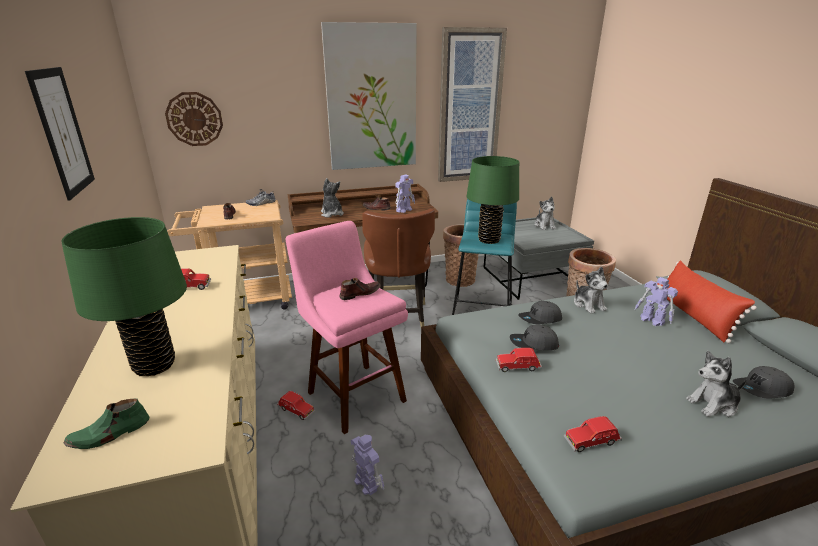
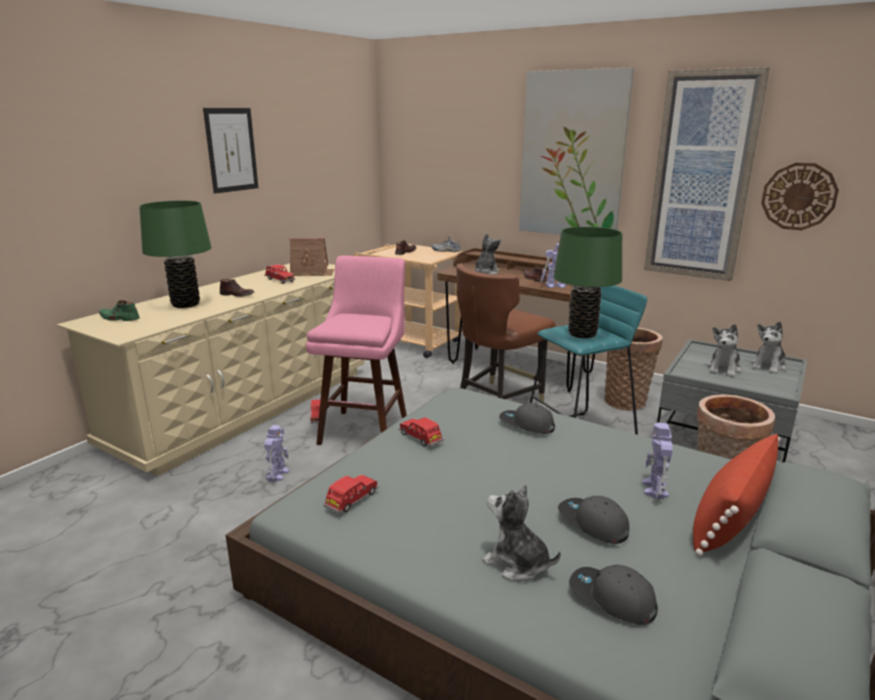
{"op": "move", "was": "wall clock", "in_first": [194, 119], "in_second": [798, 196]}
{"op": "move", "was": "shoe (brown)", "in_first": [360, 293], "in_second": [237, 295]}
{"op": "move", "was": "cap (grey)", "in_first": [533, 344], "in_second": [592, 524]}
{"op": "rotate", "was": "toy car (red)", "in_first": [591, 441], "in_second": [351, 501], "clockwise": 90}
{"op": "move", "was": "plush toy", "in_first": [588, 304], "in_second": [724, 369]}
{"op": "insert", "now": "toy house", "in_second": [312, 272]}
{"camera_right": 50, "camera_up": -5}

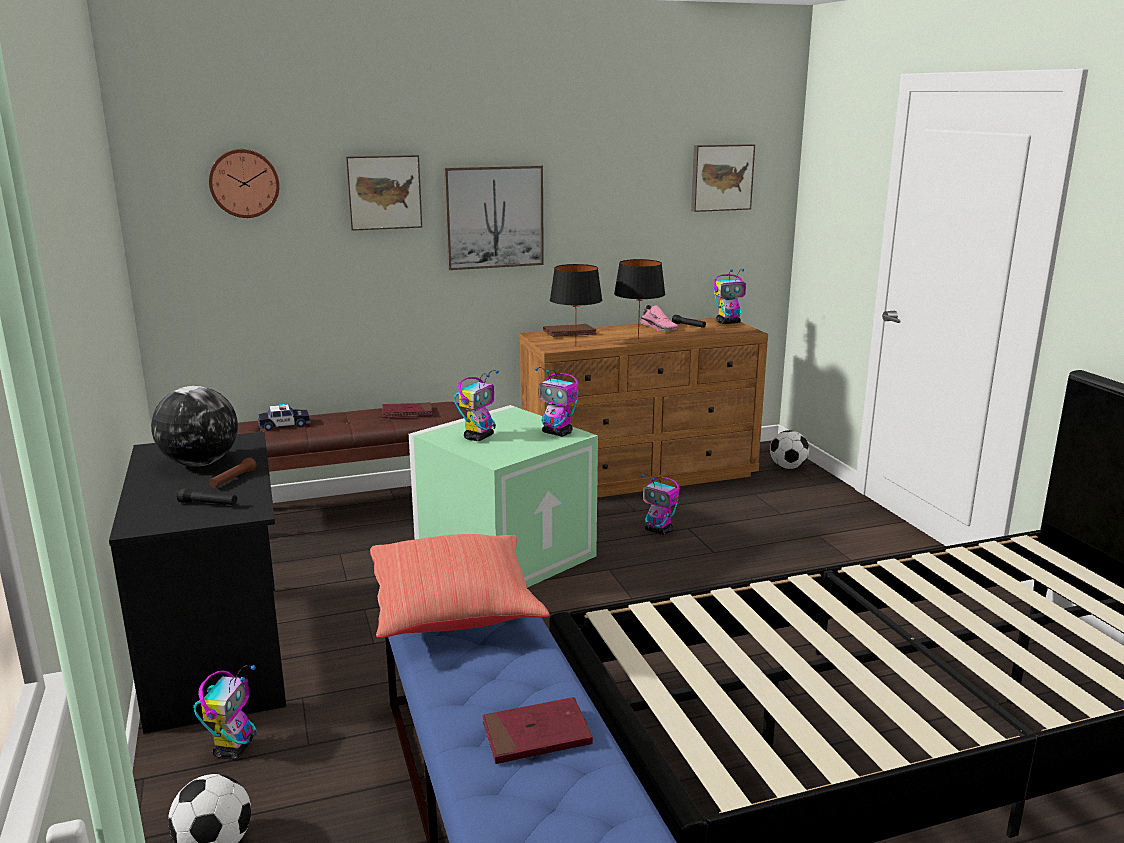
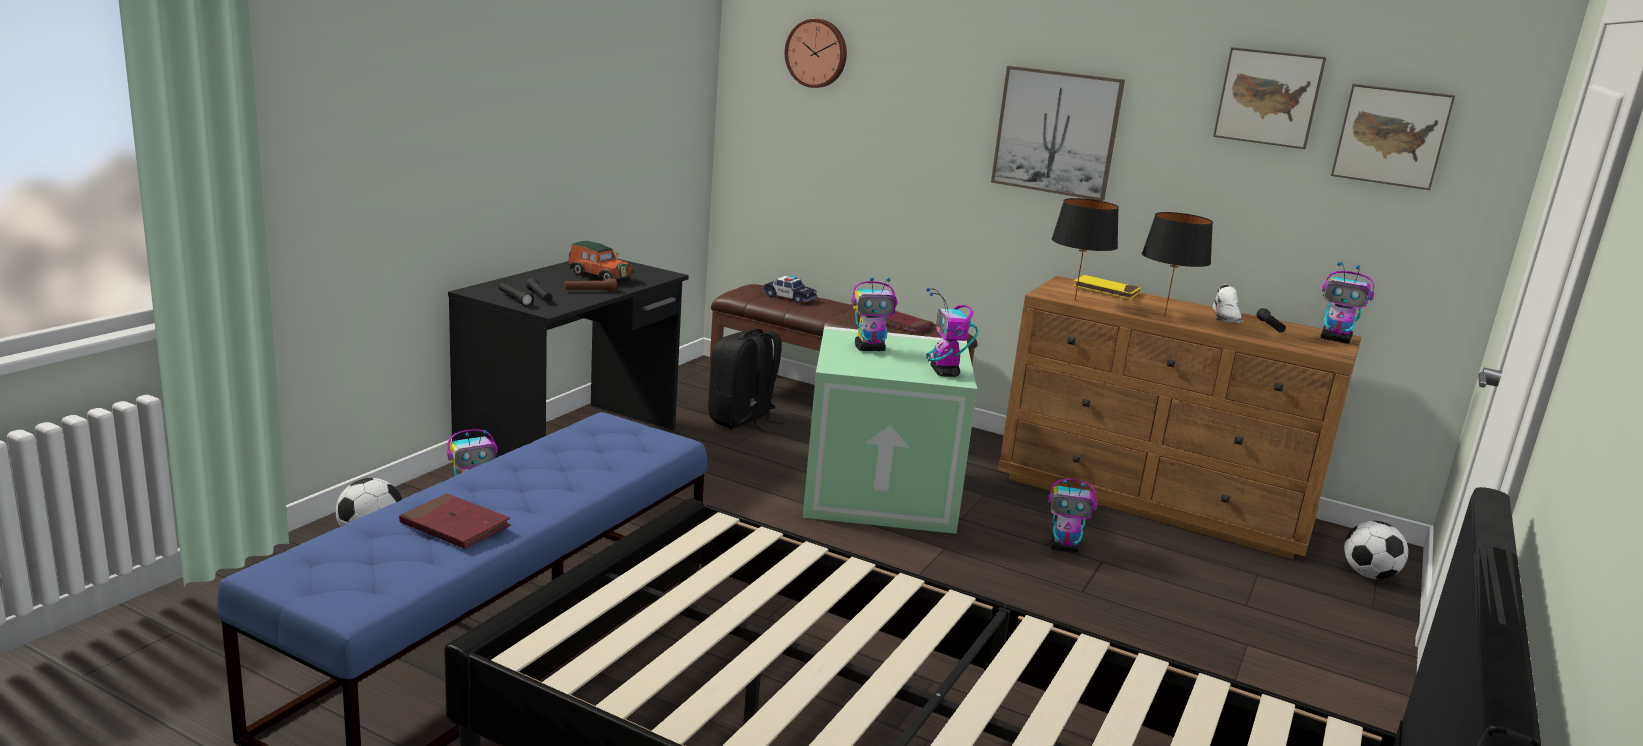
{"op": "replace", "was": "globe", "now": "toy car", "in_first": [199, 463], "in_second": [599, 276]}
{"op": "move", "was": "picture", "in_first": [383, 192], "in_second": [1269, 97]}
{"op": "delete", "was": "pillow (red)", "in_first": [455, 612]}
{"op": "recolor", "was": "book (brown)", "now": "book (yellow)", "in_first": [569, 333], "in_second": [1106, 290]}
{"op": "recolor", "was": "shoe (pink)", "now": "shoe (white)", "in_first": [660, 328], "in_second": [1226, 317]}
{"op": "rotate", "was": "toy robot", "in_first": [659, 531], "in_second": [1064, 548], "clockwise": -75}
{"op": "insert", "now": "flashlight (black)", "in_second": [515, 299]}
{"op": "insert", "now": "backpack (black)", "in_second": [742, 420]}
{"camera_right": 45, "camera_up": 0}

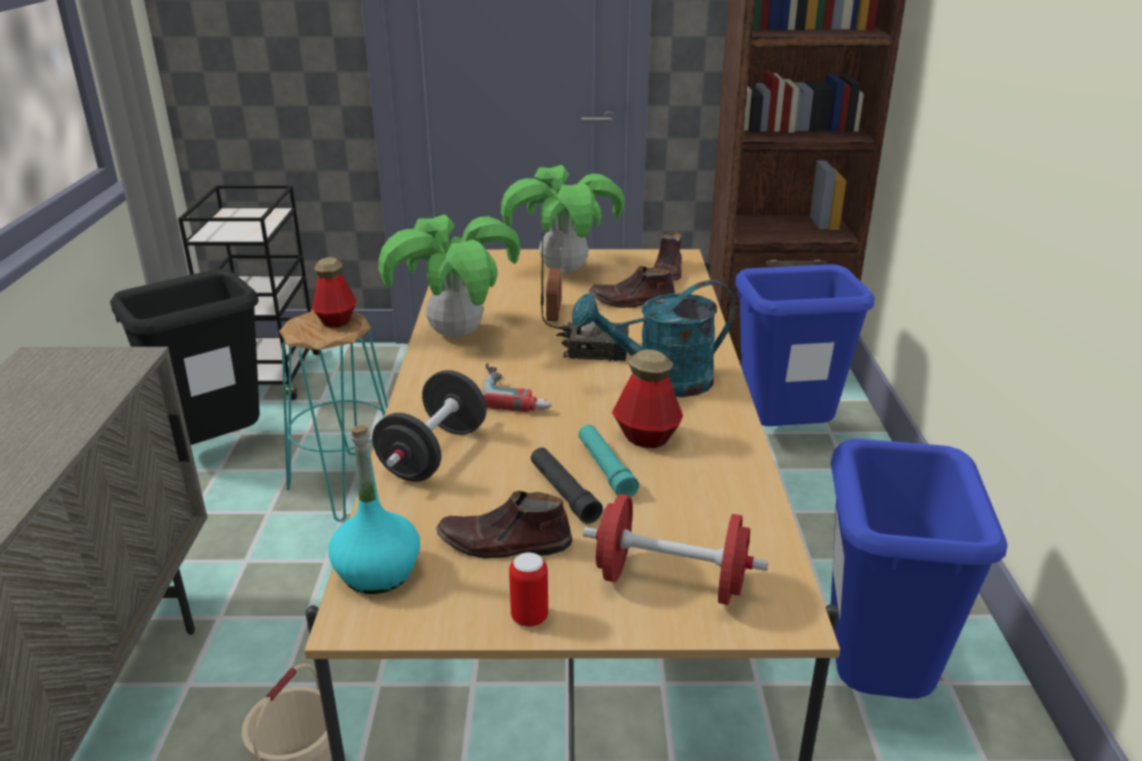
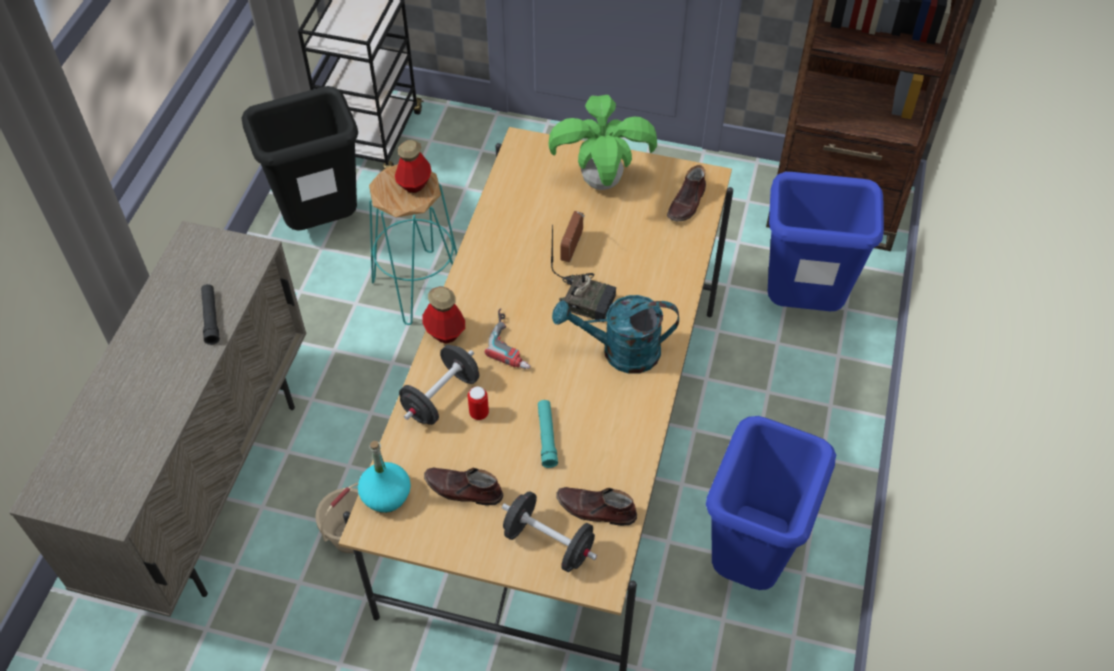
{"op": "delete", "was": "potted plant", "in_first": [456, 333]}
{"op": "move", "was": "can", "in_first": [529, 617], "in_second": [479, 413]}
{"op": "move", "was": "flashlight (black)", "in_first": [564, 493], "in_second": [211, 318]}
{"op": "recolor", "was": "dumbbell (red)", "now": "dumbbell (black)", "in_first": [671, 582], "in_second": [549, 543]}
{"op": "move", "was": "shoe (brown)", "in_first": [631, 302], "in_second": [596, 509]}
{"op": "move", "was": "bottle", "in_first": [646, 437], "in_second": [445, 332]}
{"camera_right": 15, "camera_up": 25}

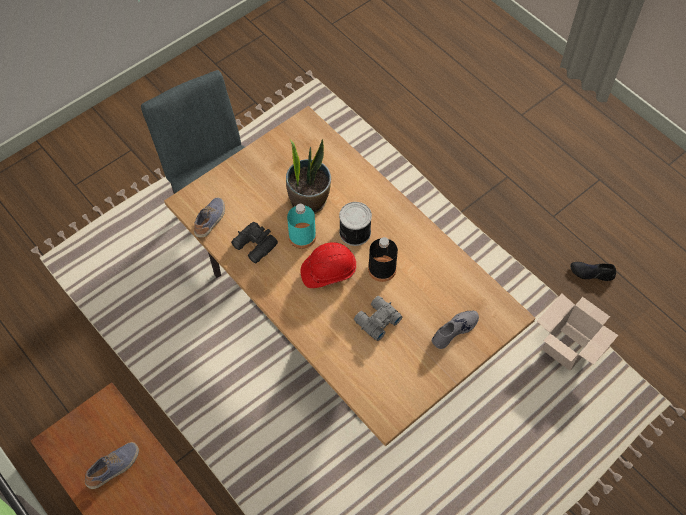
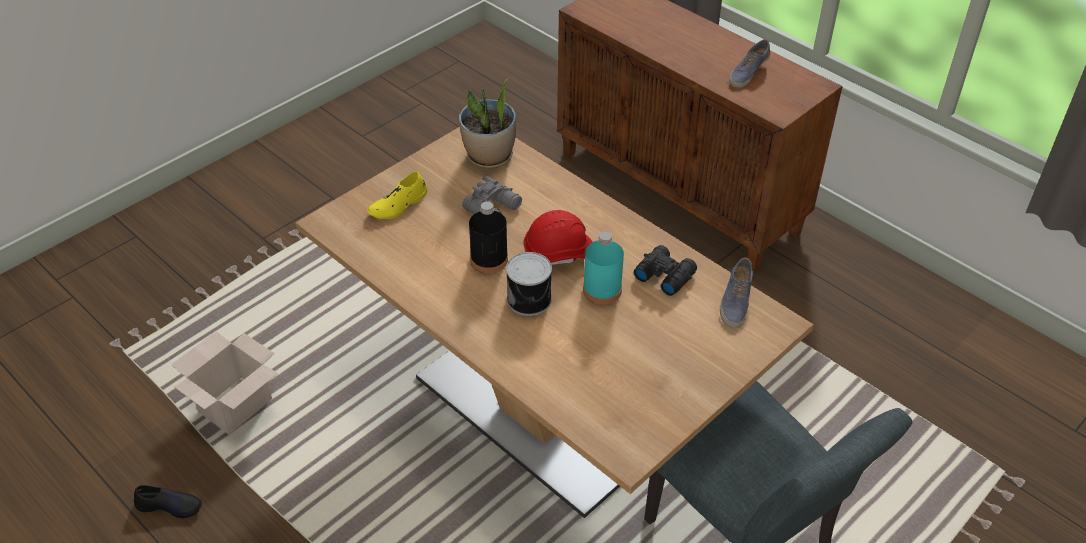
{"op": "move", "was": "potted plant", "in_first": [309, 200], "in_second": [489, 157]}
{"op": "recolor", "was": "shoe (grey)", "now": "shoe (yellow)", "in_first": [454, 330], "in_second": [398, 205]}
{"camera_right": 175, "camera_up": -15}

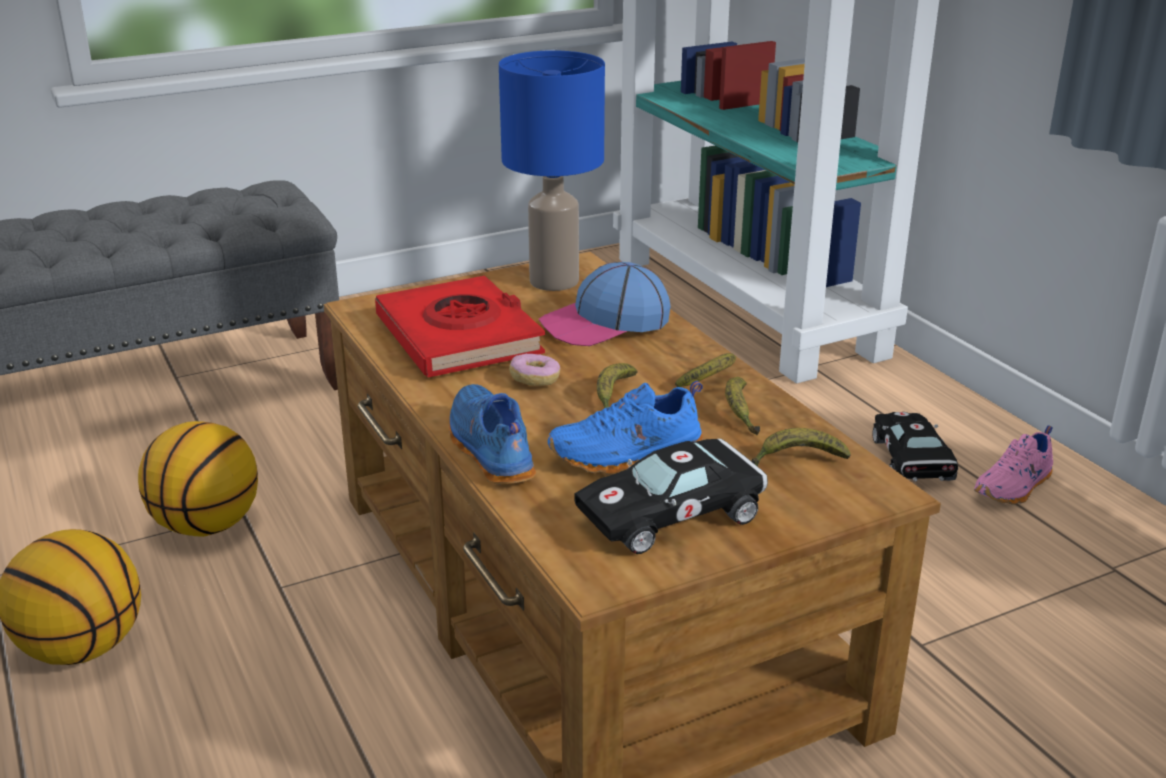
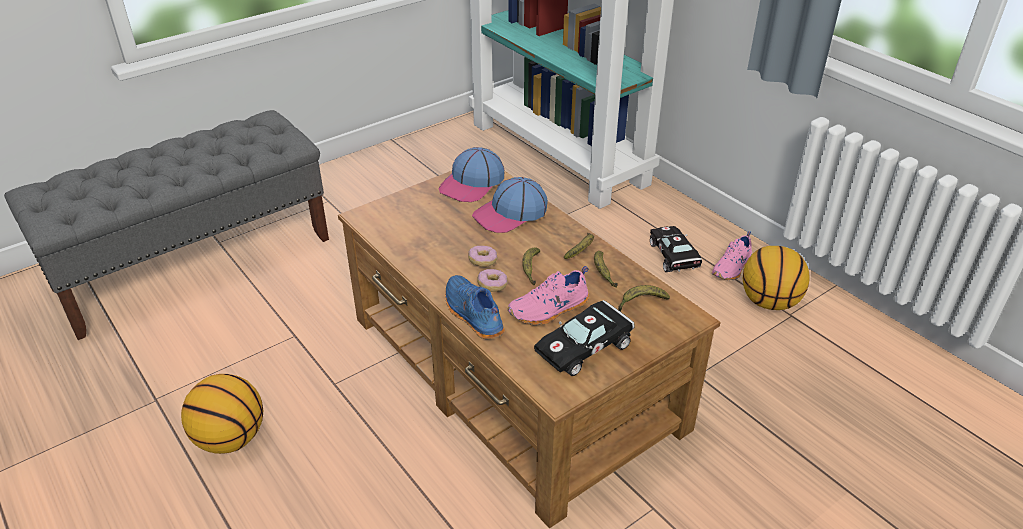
{"op": "move", "was": "basketball", "in_first": [206, 525], "in_second": [769, 302]}
{"op": "delete", "was": "book (red)", "in_first": [459, 337]}
{"op": "replace", "was": "table lamp (blue)", "now": "cap", "in_first": [556, 281], "in_second": [472, 184]}
{"op": "recolor", "was": "shoe (blue)", "now": "shoe (pink)", "in_first": [627, 456], "in_second": [549, 310]}
{"op": "insert", "now": "donut", "in_second": [492, 285]}
{"camera_right": -10, "camera_up": 10}

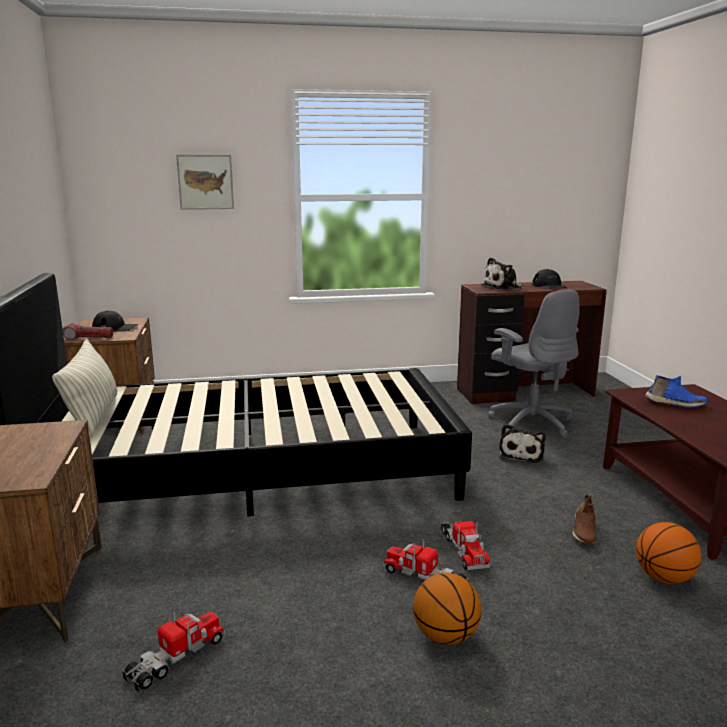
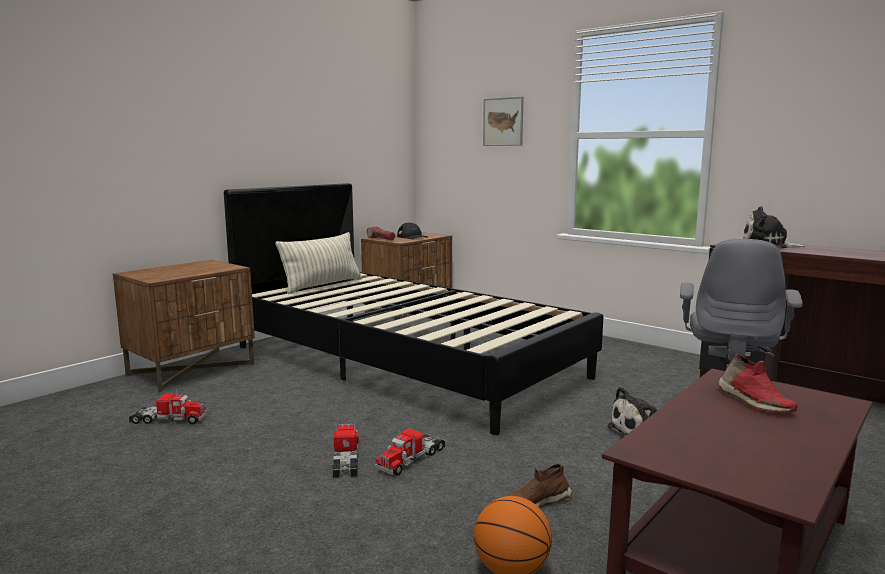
{"op": "delete", "was": "basketball", "in_first": [445, 636]}
{"op": "delete", "was": "cap (black)", "in_first": [549, 286]}
{"op": "recolor", "was": "shoe (blue)", "now": "shoe (red)", "in_first": [674, 404], "in_second": [753, 402]}
{"camera_right": 50, "camera_up": -5}

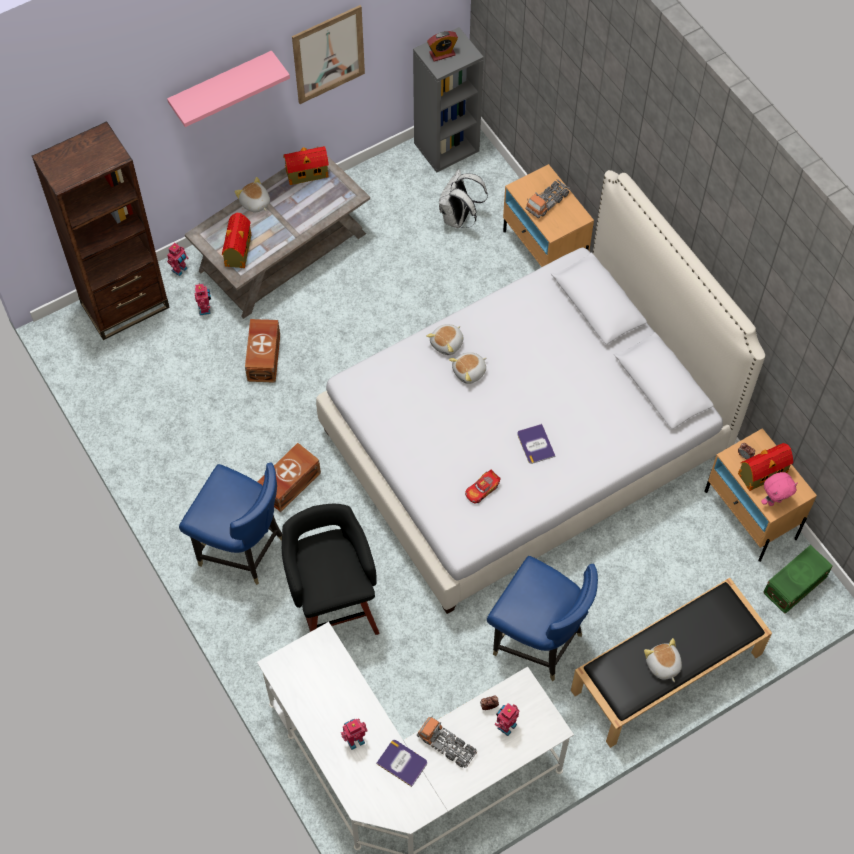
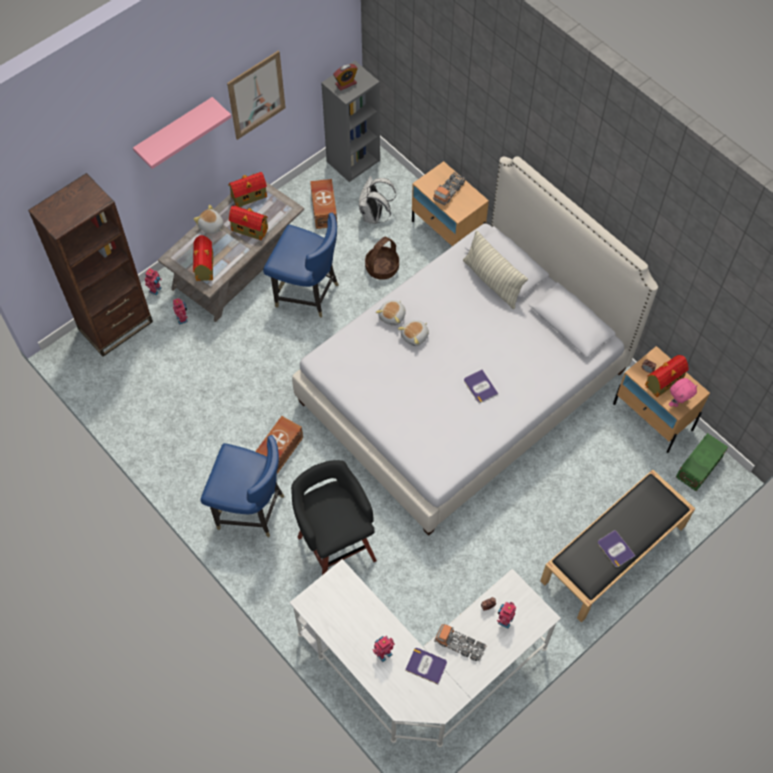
{"op": "move", "was": "storage box (brown)", "in_first": [265, 357], "in_second": [324, 209]}
{"op": "delete", "was": "toy car", "in_first": [482, 490]}
{"op": "move", "was": "chair (blue)", "in_first": [538, 641], "in_second": [307, 293]}
{"op": "replace", "was": "plush toy", "now": "book", "in_first": [662, 665], "in_second": [615, 549]}
{"op": "insert", "now": "toy house", "in_second": [249, 229]}
{"op": "insert", "now": "basket", "in_second": [382, 267]}
{"op": "insert", "now": "pillow", "in_second": [492, 281]}
{"camera_right": -10, "camera_up": 0}

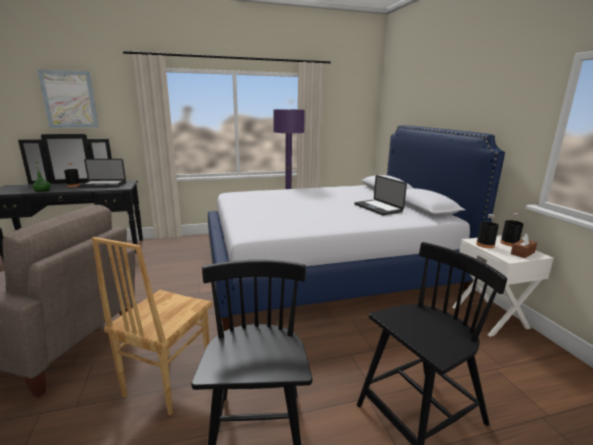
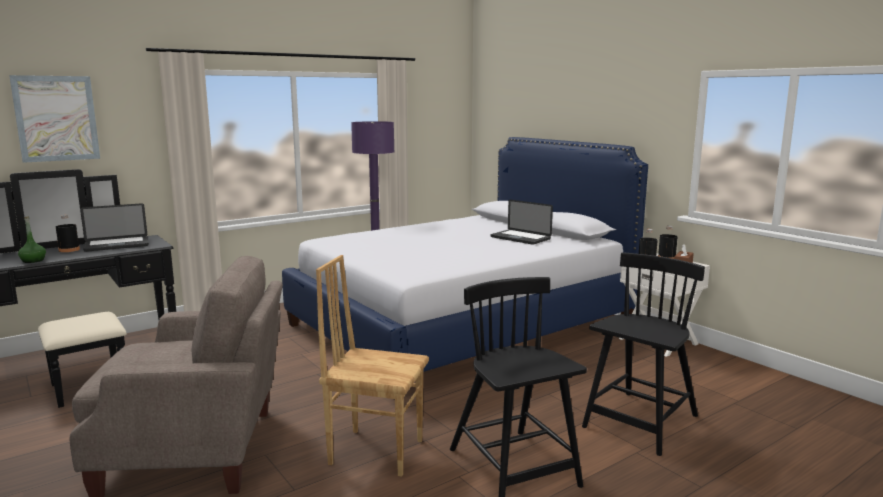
{"op": "rotate", "was": "chair (brown)", "in_first": [167, 382], "in_second": [376, 451], "clockwise": 105}
{"camera_right": -20, "camera_up": -5}

